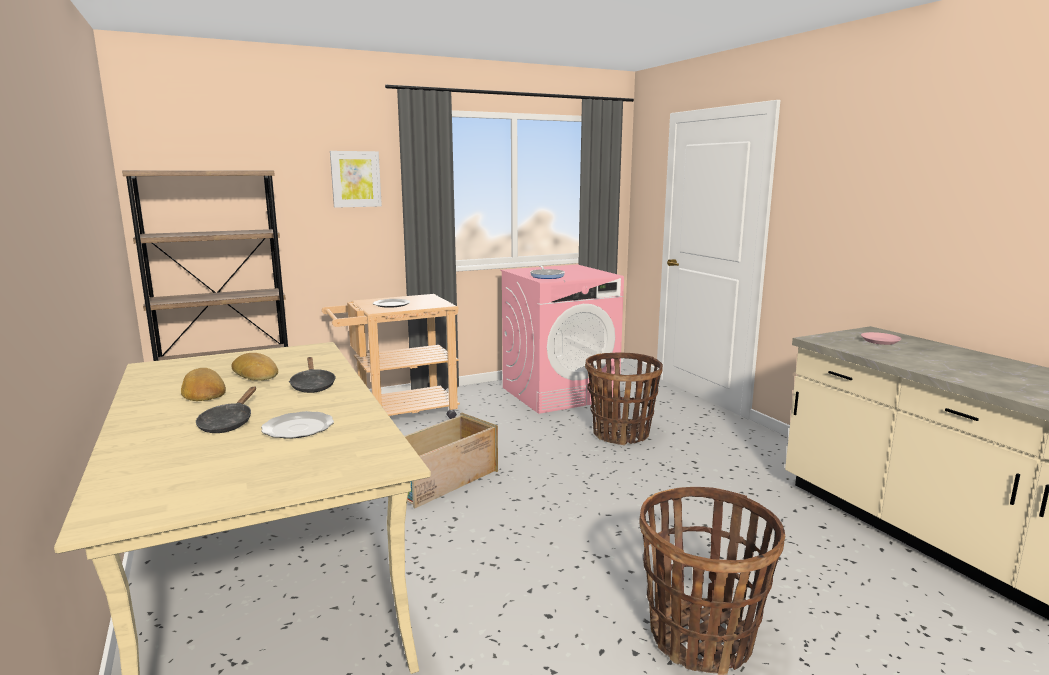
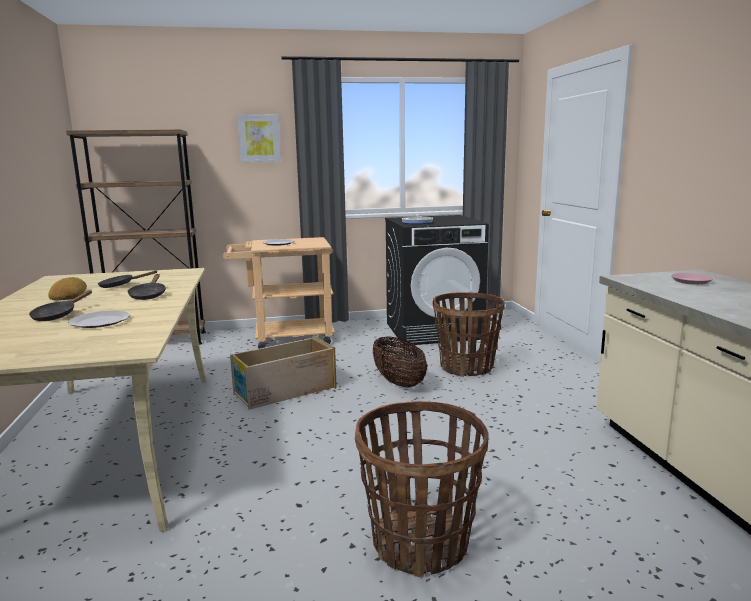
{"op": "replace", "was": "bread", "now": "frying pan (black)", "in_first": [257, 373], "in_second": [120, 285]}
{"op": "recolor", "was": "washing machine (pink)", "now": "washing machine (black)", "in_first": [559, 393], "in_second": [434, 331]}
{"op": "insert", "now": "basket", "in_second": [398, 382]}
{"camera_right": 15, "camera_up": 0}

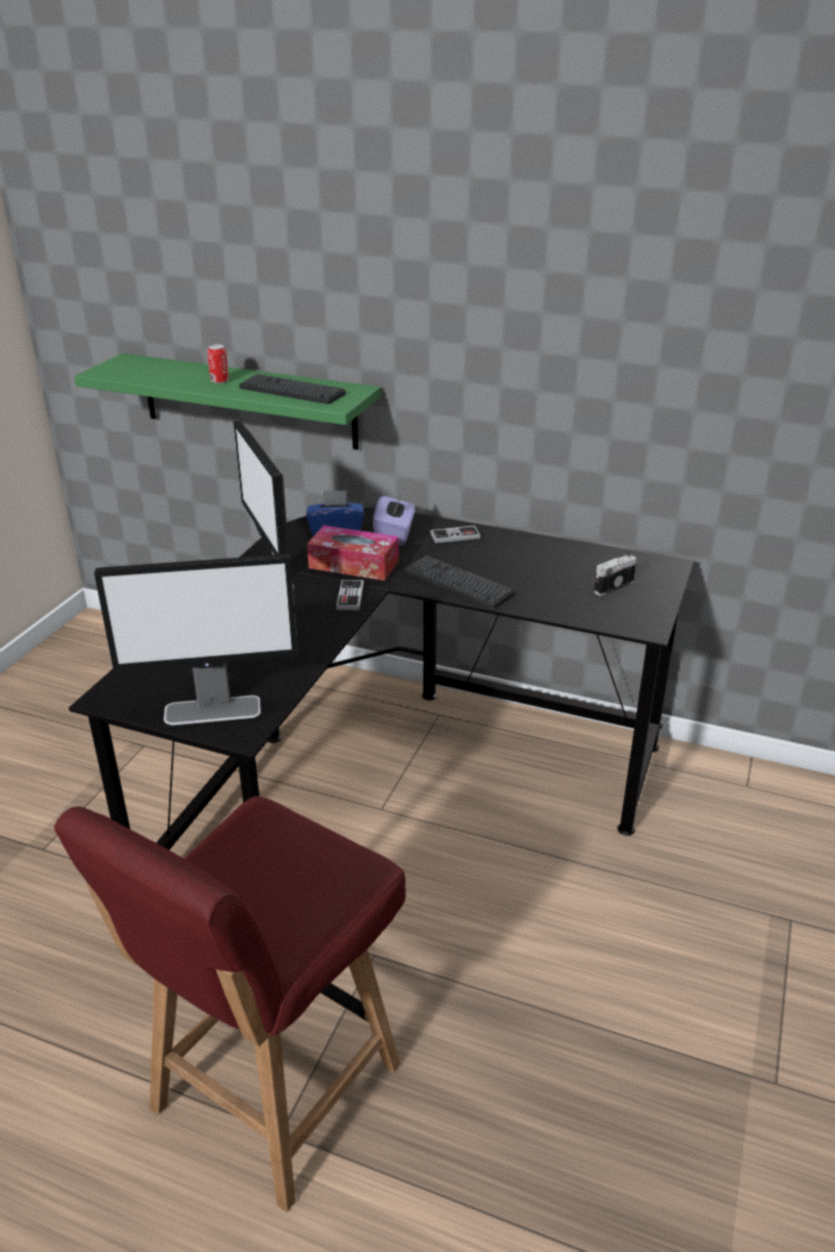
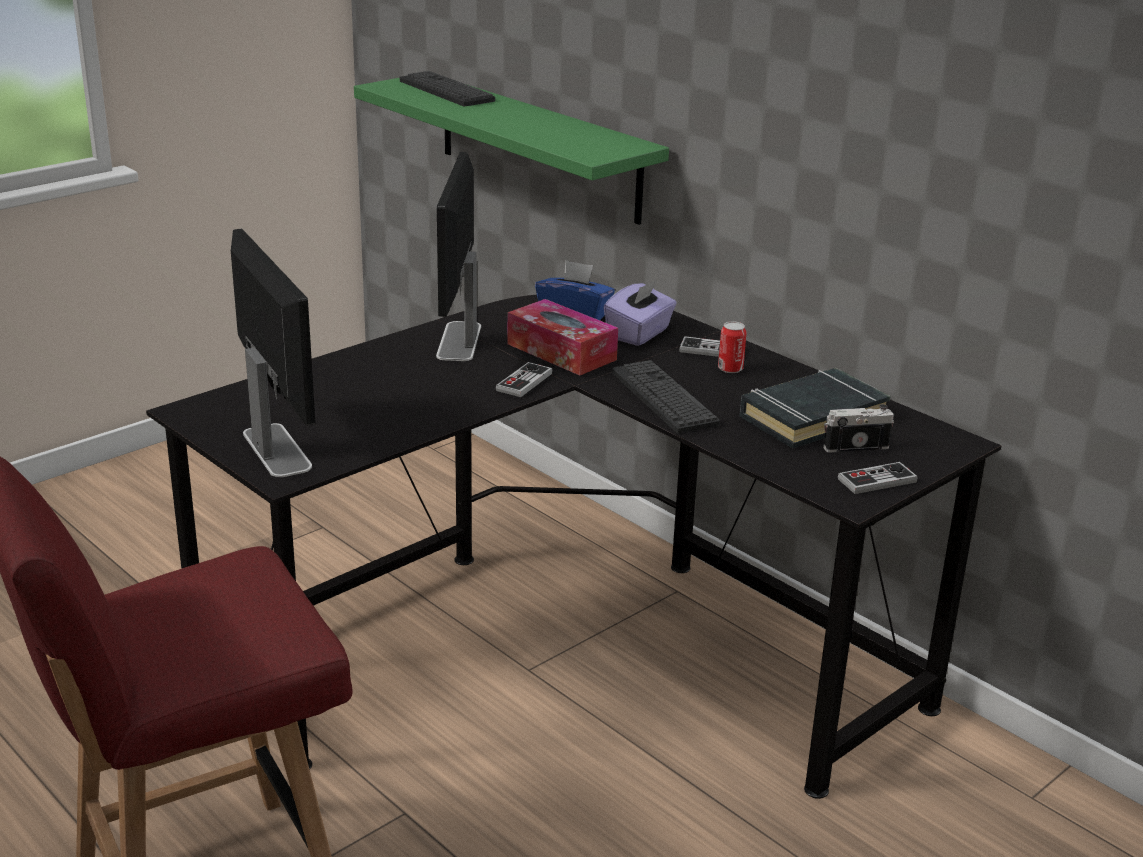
{"op": "rotate", "was": "monitor", "in_first": [214, 710], "in_second": [276, 449], "clockwise": -135}
{"op": "move", "was": "can", "in_first": [219, 381], "in_second": [730, 369]}
{"op": "move", "was": "keyboard", "in_first": [292, 391], "in_second": [446, 91]}
{"op": "insert", "now": "book (black)", "in_second": [812, 417]}
{"op": "insert", "now": "game controller", "in_second": [877, 480]}
{"camera_right": 25, "camera_up": -5}

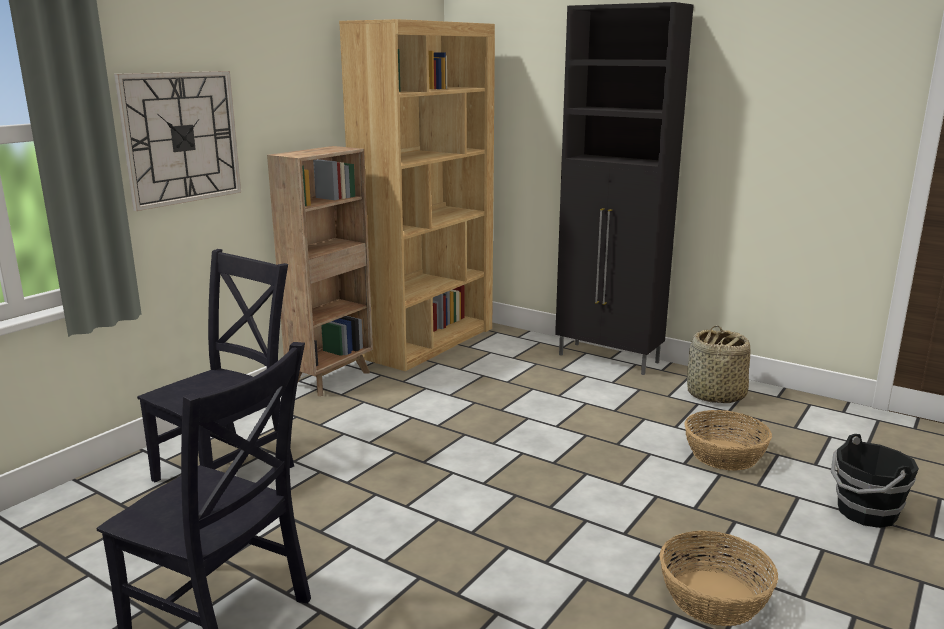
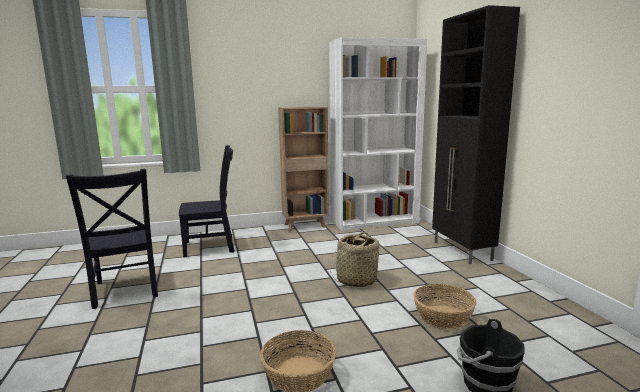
{"op": "delete", "was": "wall clock", "in_first": [181, 138]}
{"op": "recolor", "was": "bookcase (brown)", "now": "bookcase (white)", "in_first": [428, 342], "in_second": [374, 221]}
{"op": "move", "was": "basket", "in_first": [715, 395], "in_second": [356, 280]}
{"camera_right": 40, "camera_up": -5}

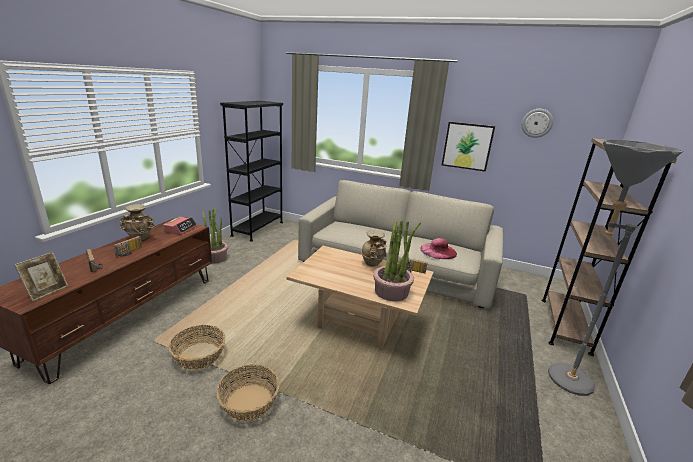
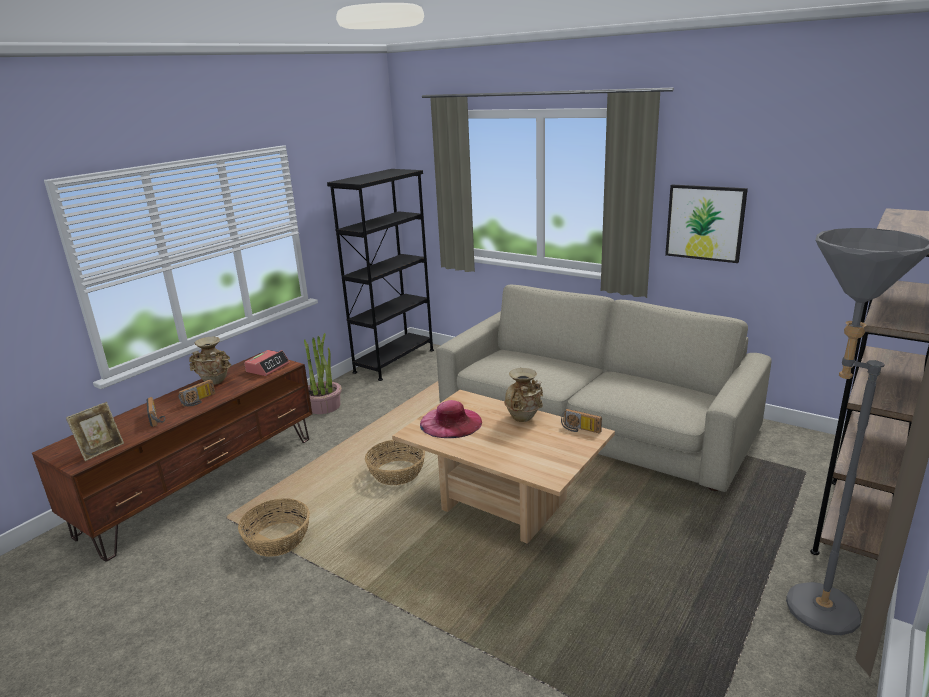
{"op": "move", "was": "basket", "in_first": [248, 402], "in_second": [396, 473]}
{"op": "delete", "was": "potted plant", "in_first": [391, 291]}
{"op": "move", "was": "hat (pink)", "in_first": [438, 251], "in_second": [451, 422]}
{"op": "delete", "was": "wall clock", "in_first": [537, 123]}
{"camera_right": 15, "camera_up": 0}

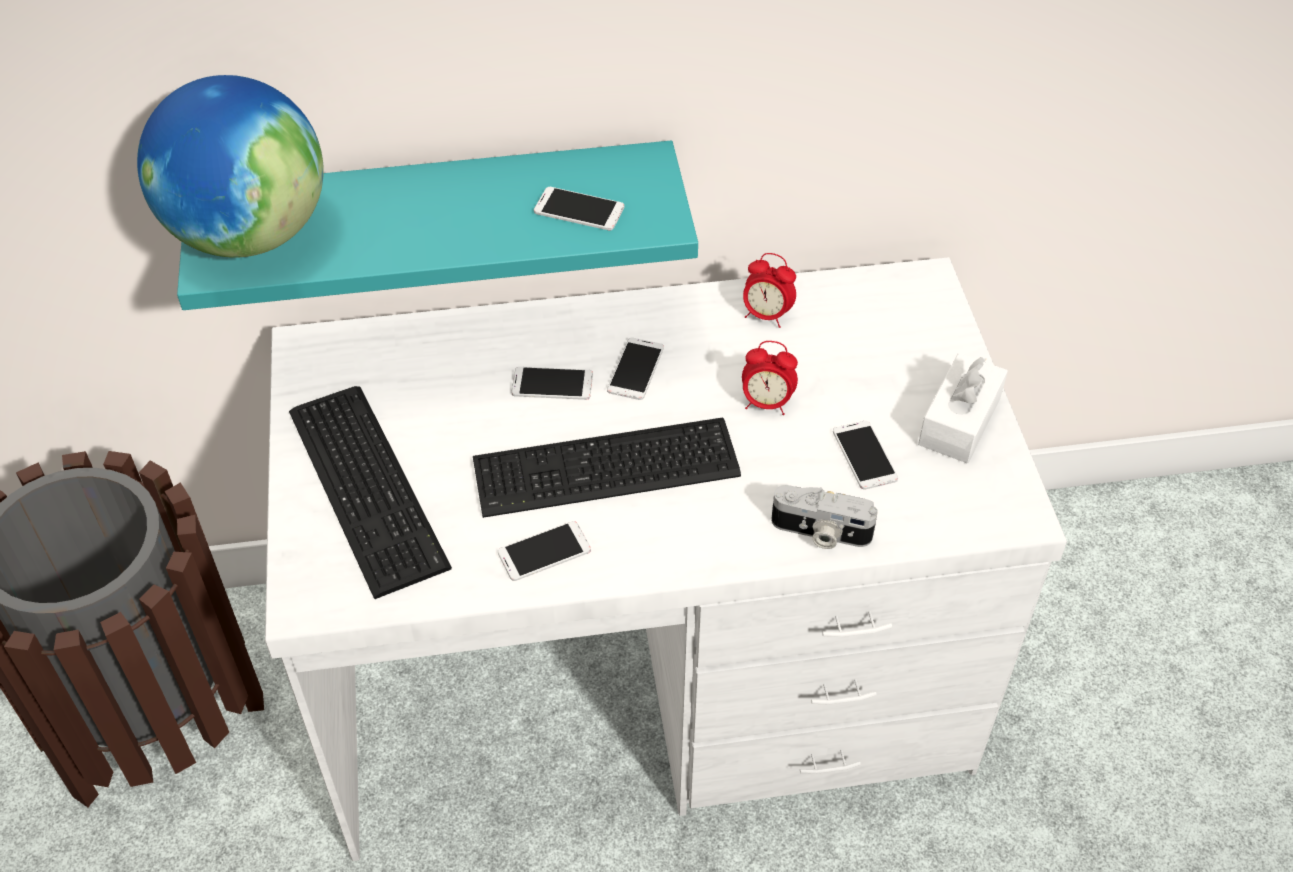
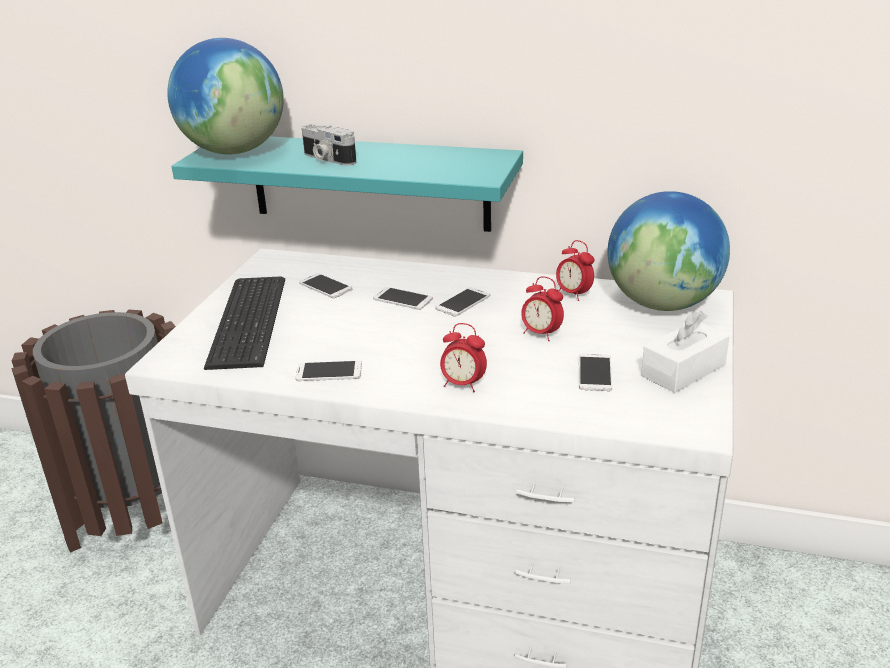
{"op": "delete", "was": "keyboard", "in_first": [610, 470]}
{"op": "move", "was": "phone", "in_first": [579, 209], "in_second": [325, 286]}
{"op": "move", "was": "photo camera", "in_first": [820, 533], "in_second": [327, 159]}
{"op": "insert", "now": "alarm clock", "in_second": [463, 385]}
{"op": "insert", "now": "globe", "in_second": [663, 303]}
{"camera_right": 25, "camera_up": -20}

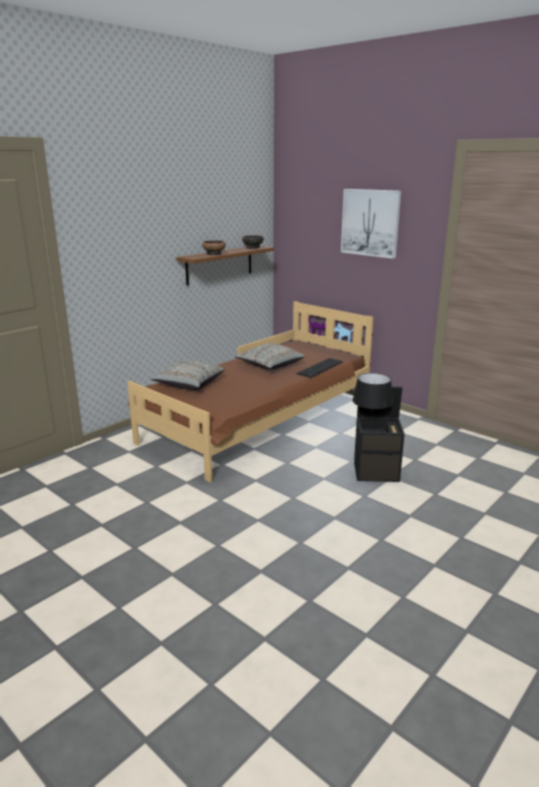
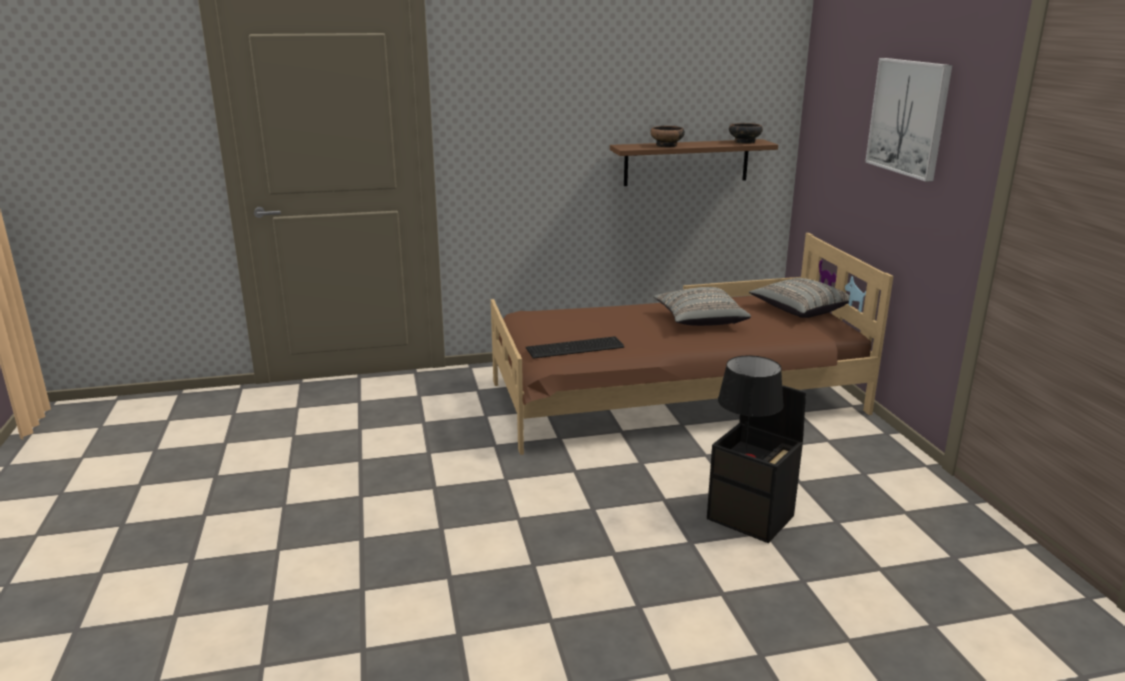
{"op": "move", "was": "pillow (grey)", "in_first": [188, 385], "in_second": [799, 310]}
{"op": "move", "was": "keyboard", "in_first": [321, 368], "in_second": [576, 348]}
{"camera_right": 35, "camera_up": 0}

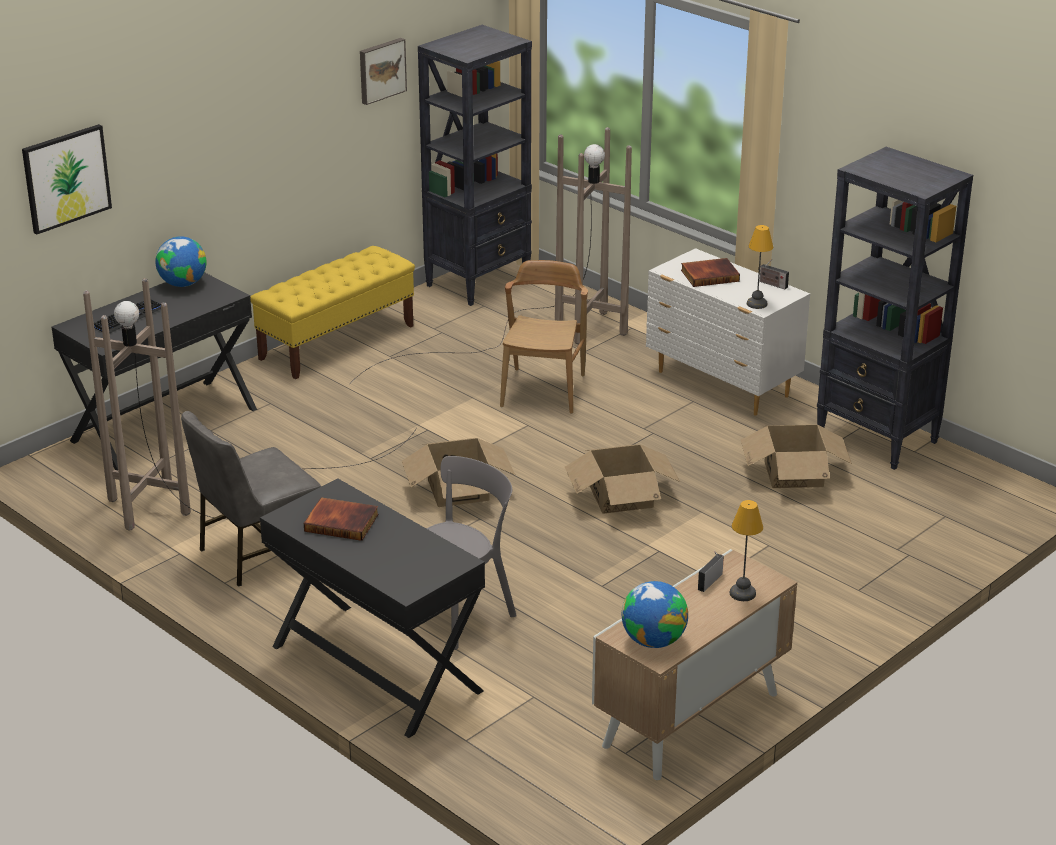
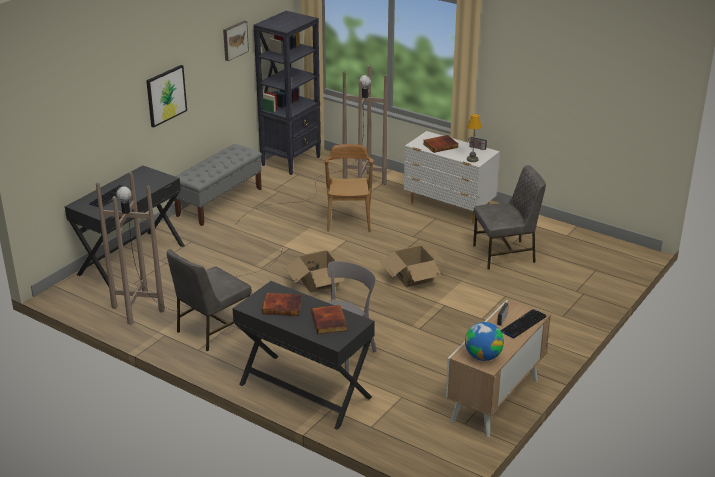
{"op": "move", "was": "picture", "in_first": [66, 178], "in_second": [166, 95]}
{"op": "delete", "was": "globe", "in_first": [183, 284]}
{"op": "recolor", "was": "bench (yellow)", "now": "bench (grey)", "in_first": [337, 342], "in_second": [219, 202]}
{"op": "replace", "was": "table lamp", "now": "keyboard", "in_first": [742, 594], "in_second": [523, 324]}
{"op": "replace", "was": "cardboard box", "now": "chair (grey)", "in_first": [793, 474], "in_second": [505, 254]}
{"op": "delete", "was": "bookcase (black)", "in_first": [877, 439]}
{"op": "insert", "now": "book", "in_second": [330, 322]}
{"camera_right": -10, "camera_up": 0}

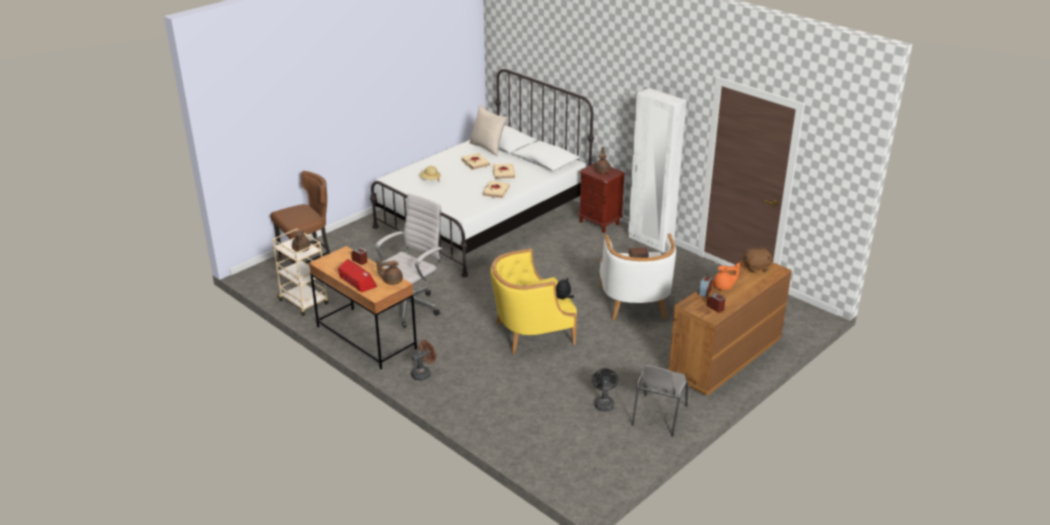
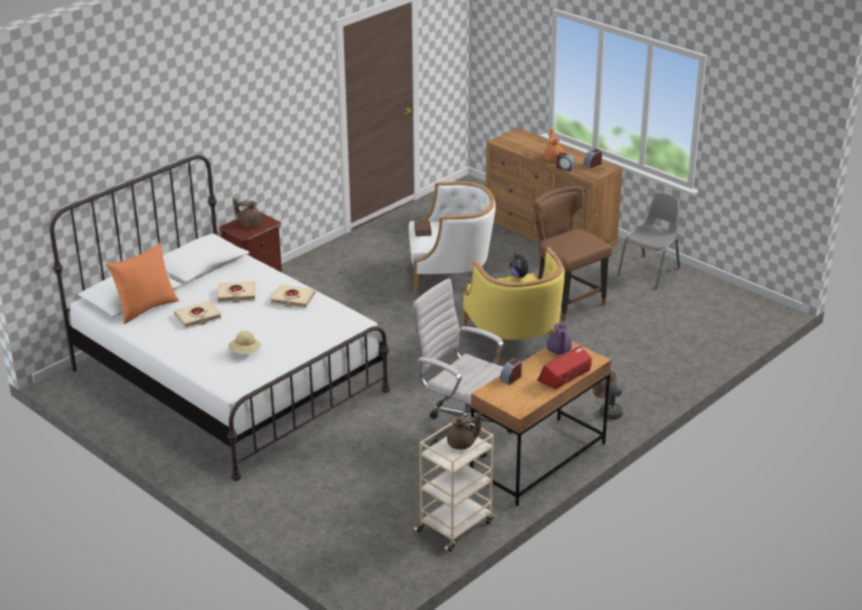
{"op": "move", "was": "chair (brown)", "in_first": [308, 261], "in_second": [566, 301]}
{"op": "recolor", "was": "teapot (brown)", "now": "teapot (purple)", "in_first": [391, 281], "in_second": [558, 351]}
{"op": "recolor", "was": "pillow (beige)", "now": "pillow (orange)", "in_first": [488, 148], "in_second": [146, 308]}
{"op": "delete", "was": "fan (black)", "in_first": [604, 403]}
{"op": "delete", "was": "wardrobe (white)", "in_first": [650, 241]}
{"op": "rotate", "was": "chair (grey)", "in_first": [658, 416], "in_second": [650, 271], "clockwise": -75}
{"op": "delete", "was": "plush toy (brown)", "in_first": [756, 268]}
{"camera_right": -90, "camera_up": 0}

